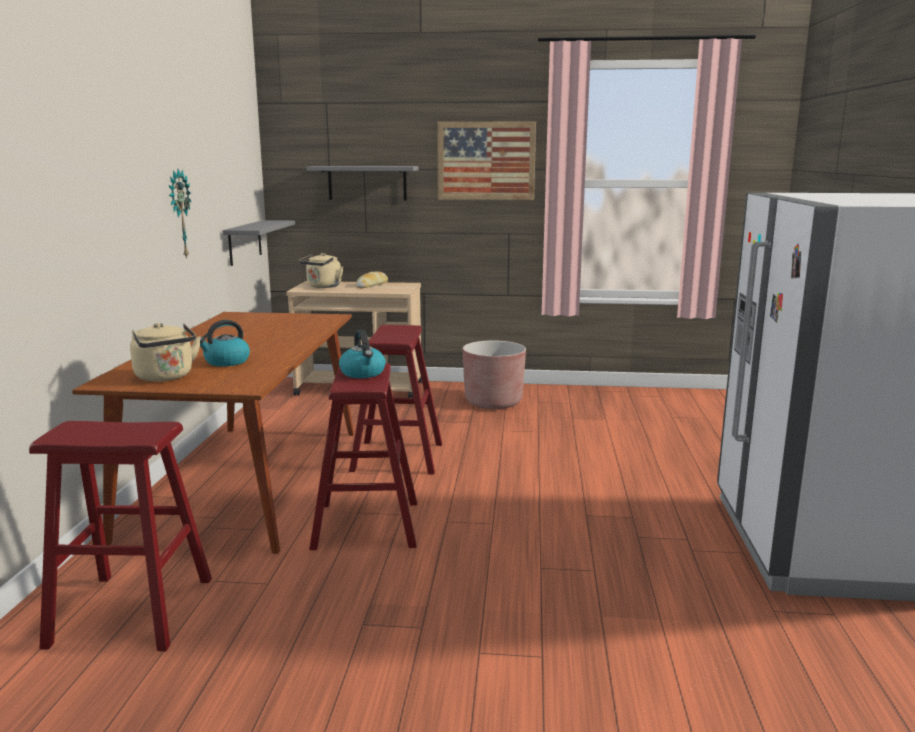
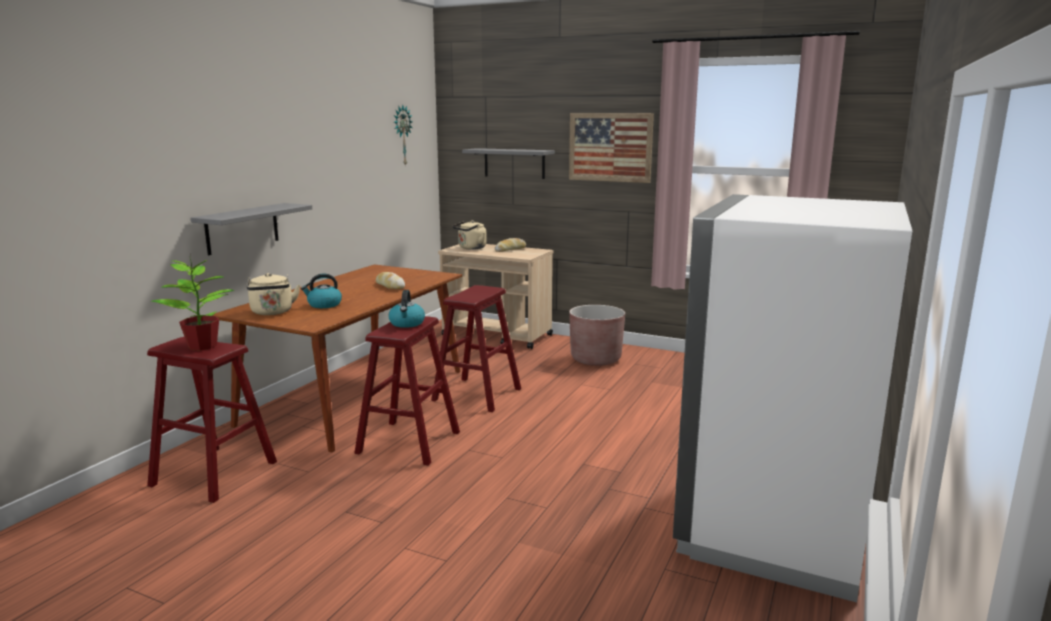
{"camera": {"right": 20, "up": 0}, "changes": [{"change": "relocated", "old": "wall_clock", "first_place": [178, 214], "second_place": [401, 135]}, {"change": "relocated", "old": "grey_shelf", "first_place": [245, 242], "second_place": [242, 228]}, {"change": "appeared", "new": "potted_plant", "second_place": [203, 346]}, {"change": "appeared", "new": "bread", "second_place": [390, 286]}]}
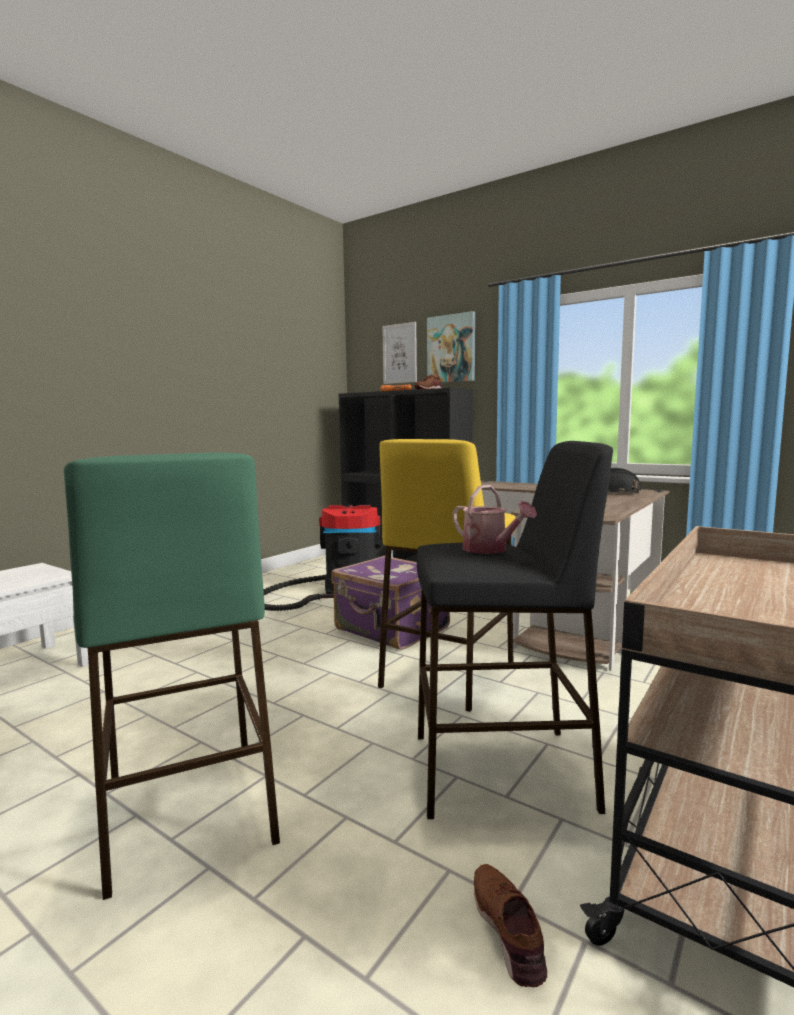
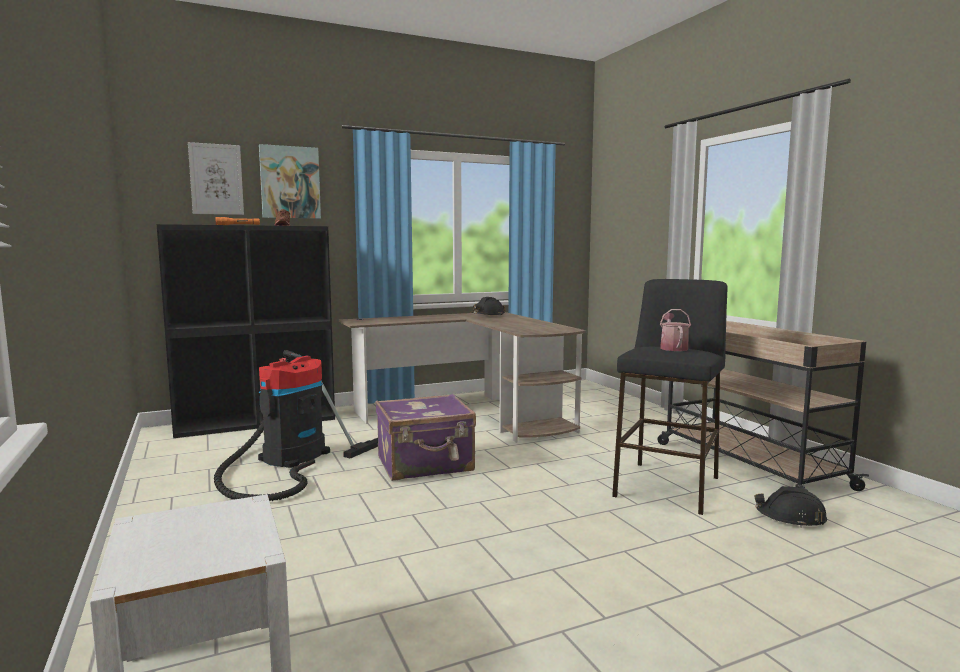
{"camera": {"right": -60, "up": 0}, "changes": [{"change": "missing", "old": "green_stool", "first_place": [188, 809]}, {"change": "missing", "old": "yellow_stool", "first_place": [447, 675]}, {"change": "spun", "old": "watering_can", "first_place": [490, 550], "second_place": [673, 348], "degrees": -75}, {"change": "exchanged", "old": "brown_shoe", "new": "black_hard_hat", "first_place": [509, 929], "second_place": [790, 518]}]}
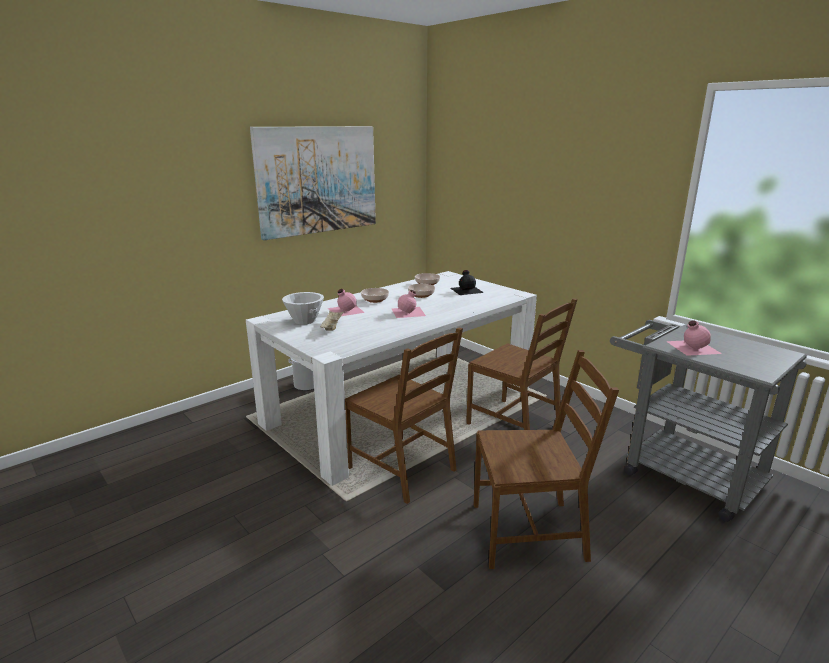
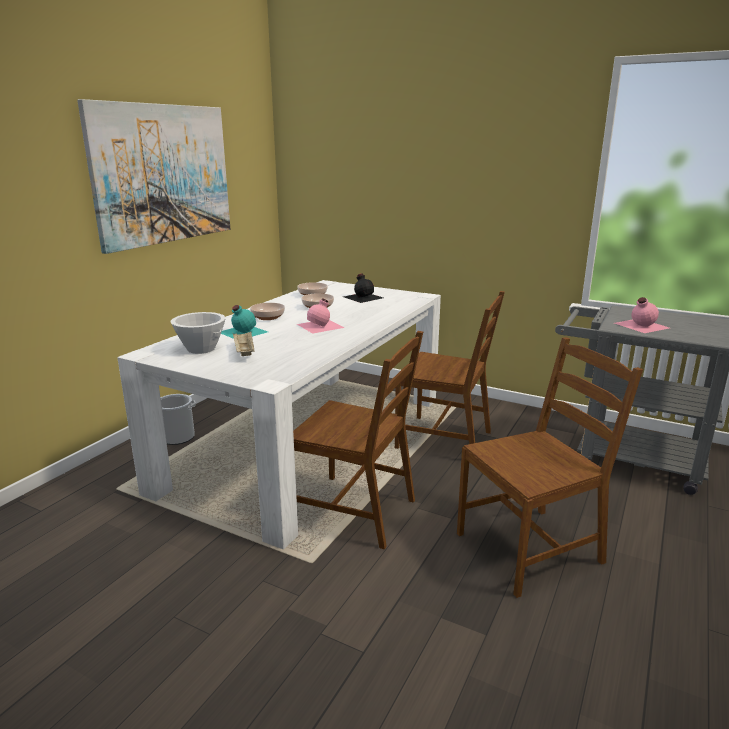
{"camera": {"right": -20, "up": 0}, "changes": [{"change": "colour", "old": "pink_bottle", "new": "turquoise_bottle", "first_place": [345, 310], "second_place": [242, 332]}]}
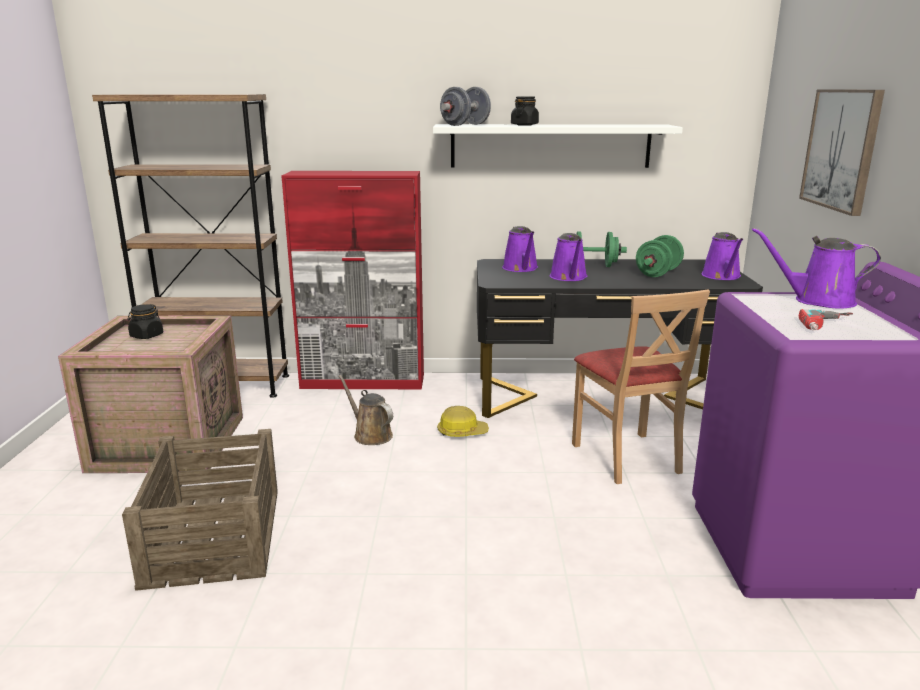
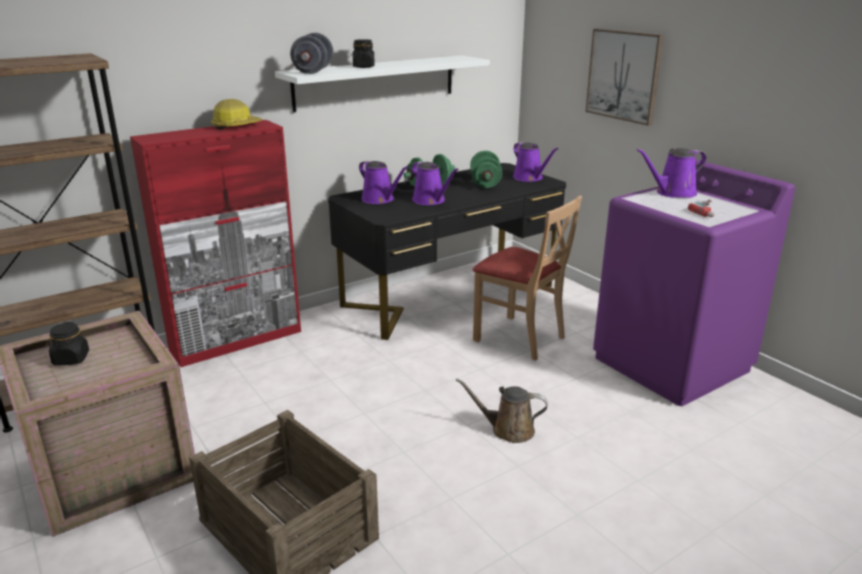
{"camera": {"right": -35, "up": 5}, "changes": [{"change": "relocated", "old": "brown_watering_can", "first_place": [370, 435], "second_place": [508, 430]}, {"change": "relocated", "old": "hard_hat", "first_place": [462, 432], "second_place": [236, 126]}]}
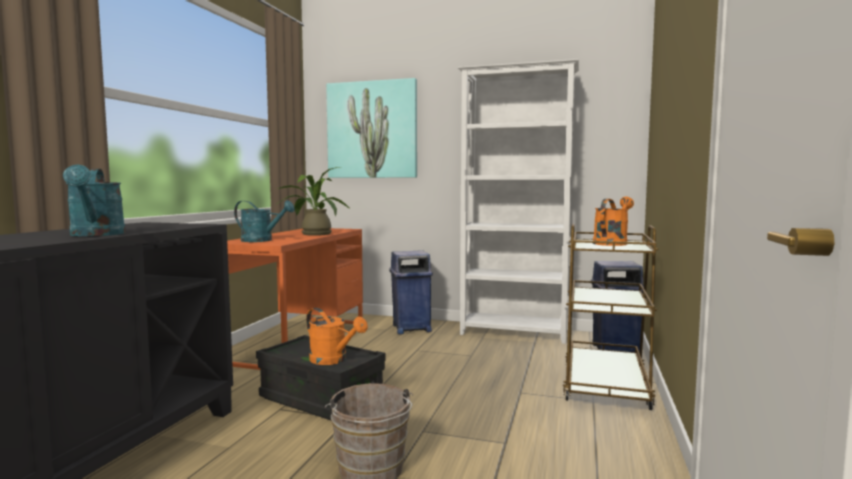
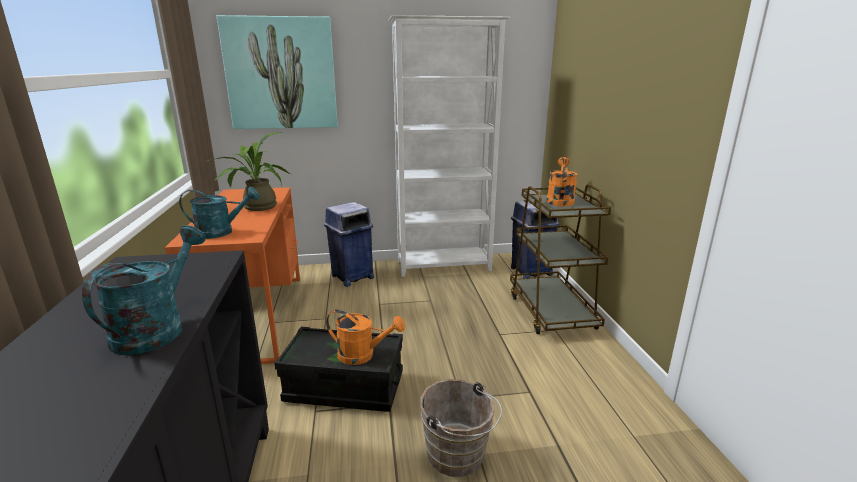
{"camera": {"right": -25, "up": 15}, "changes": [{"change": "spun", "old": "turquoise_watering_can", "first_place": [96, 235], "second_place": [157, 328], "degrees": -120}]}
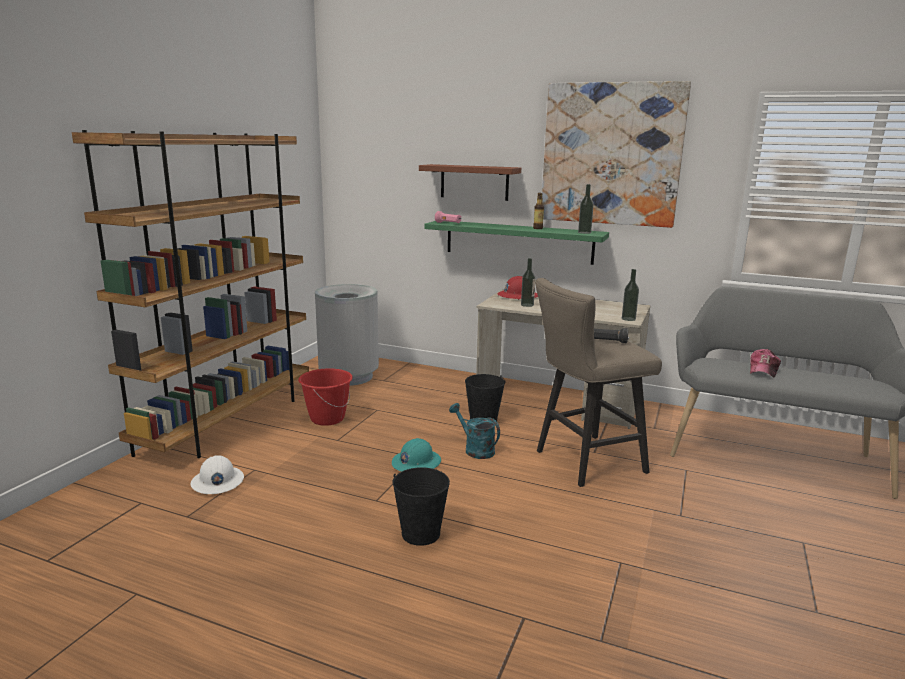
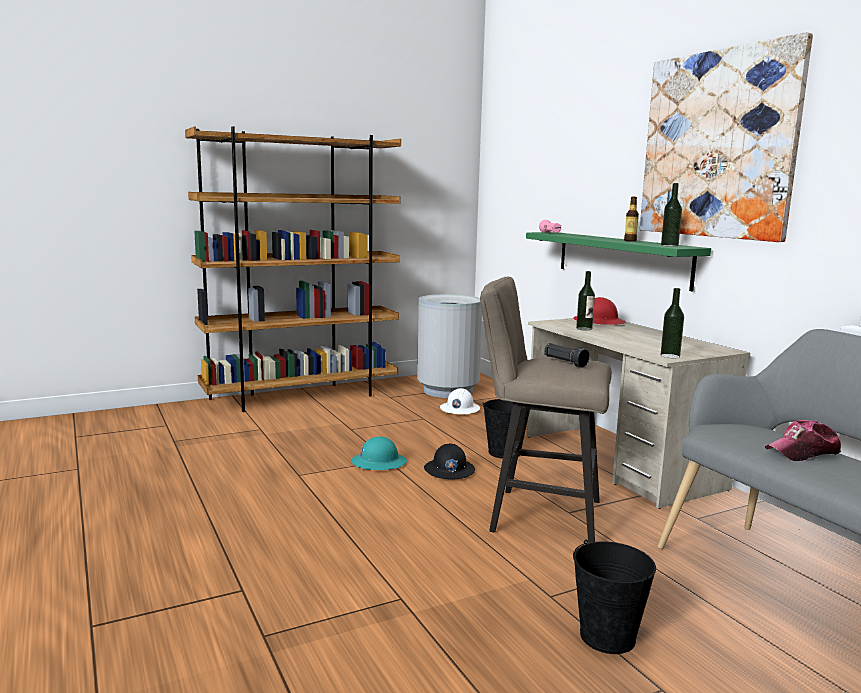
{"camera": {"right": 40, "up": -5}, "changes": [{"change": "relocated", "old": "white_hard_hat", "first_place": [217, 482], "second_place": [459, 409]}, {"change": "missing", "old": "red_bucket", "first_place": [327, 418]}, {"change": "relocated", "old": "black_bucket", "first_place": [420, 533], "second_place": [607, 636]}, {"change": "missing", "old": "brown_shelf", "first_place": [474, 182]}, {"change": "exchanged", "old": "turquoise_watering_can", "new": "black_hard_hat", "first_place": [475, 449], "second_place": [449, 470]}]}
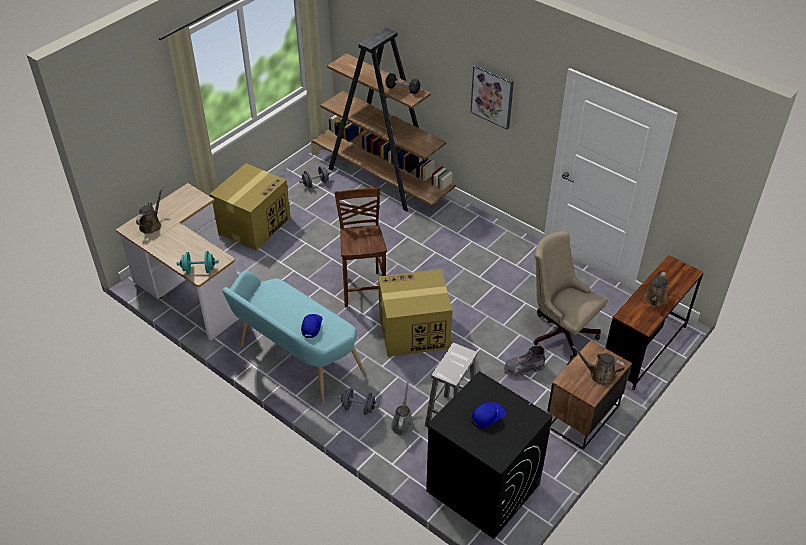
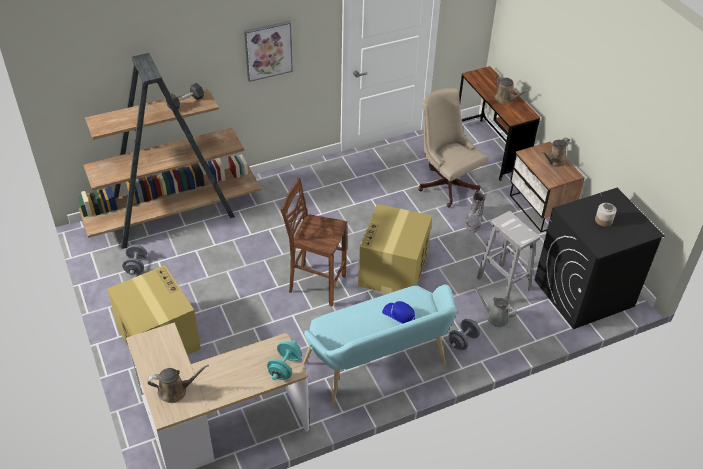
{"camera": {"right": -65, "up": 0}, "changes": [{"change": "spun", "old": "brown_watering_can", "first_place": [151, 224], "second_place": [175, 391], "degrees": 120}, {"change": "exchanged", "old": "blue_cap", "new": "jar", "first_place": [487, 416], "second_place": [603, 220]}, {"change": "spun", "old": "beige_office_chair", "first_place": [560, 330], "second_place": [446, 183], "degrees": 75}]}
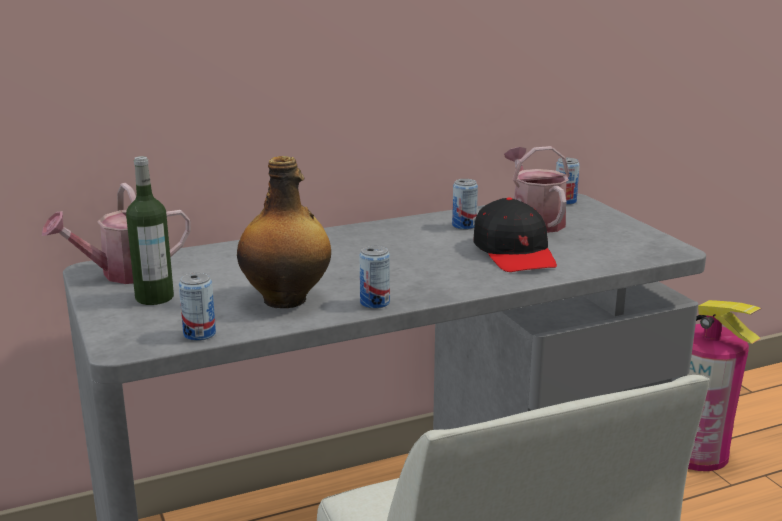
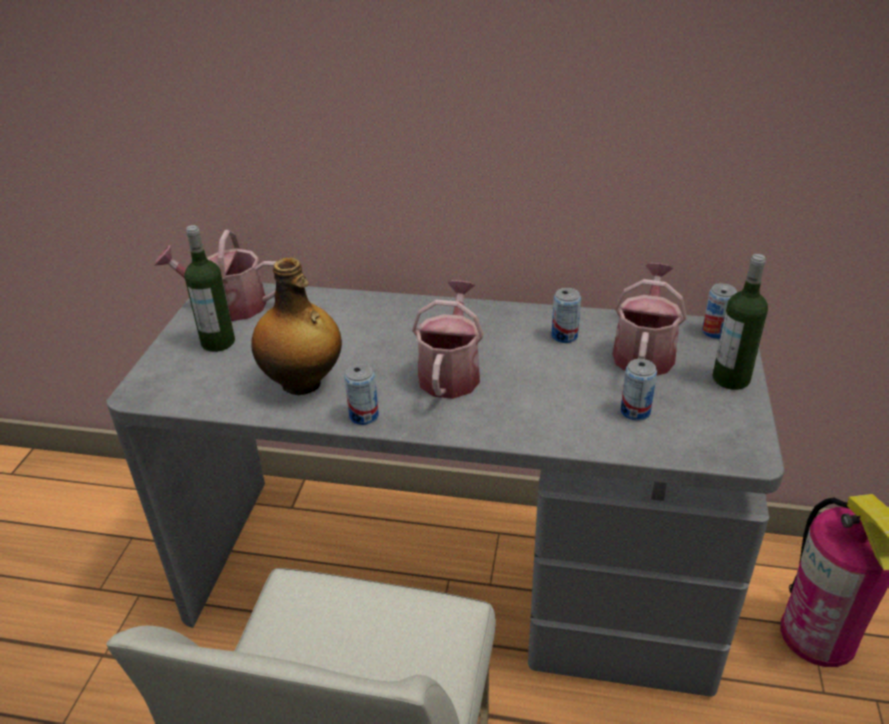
{"camera": {"right": 35, "up": 15}, "changes": [{"change": "relocated", "old": "can", "first_place": [199, 334], "second_place": [635, 411]}, {"change": "missing", "old": "black_cap", "first_place": [514, 253]}, {"change": "appeared", "new": "watering_can", "second_place": [450, 372]}, {"change": "appeared", "new": "bottle", "second_place": [731, 379]}]}
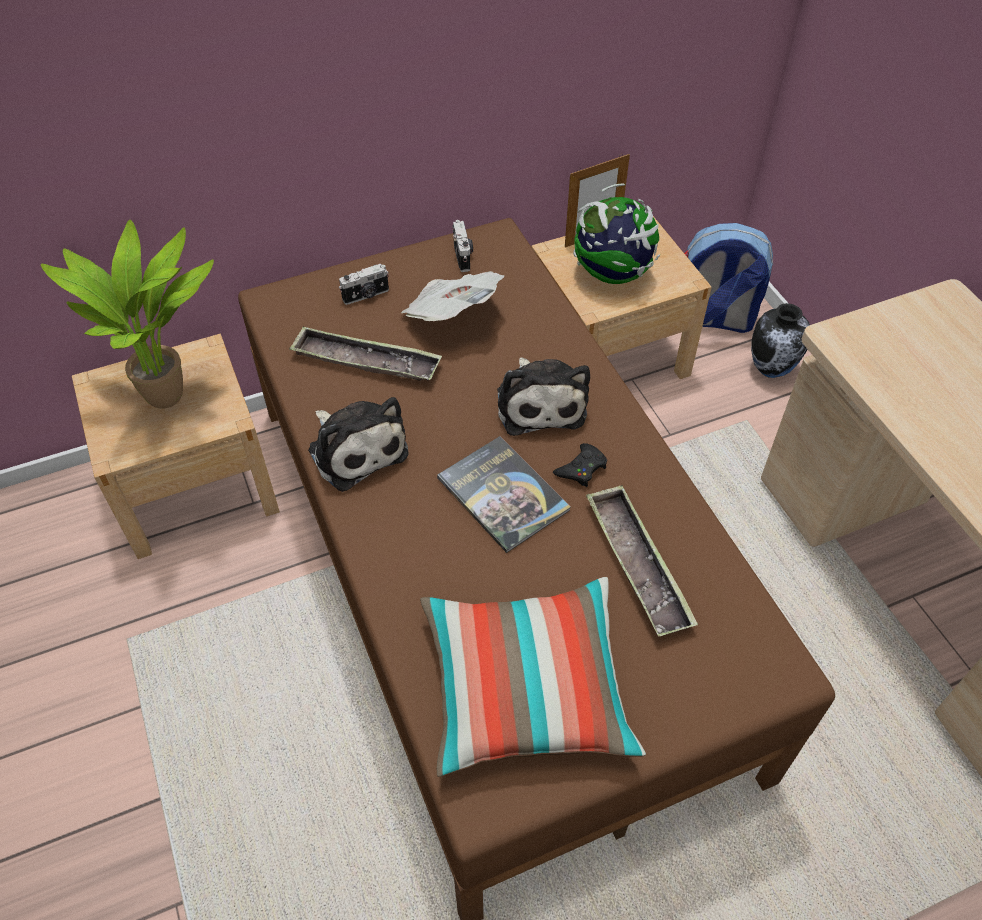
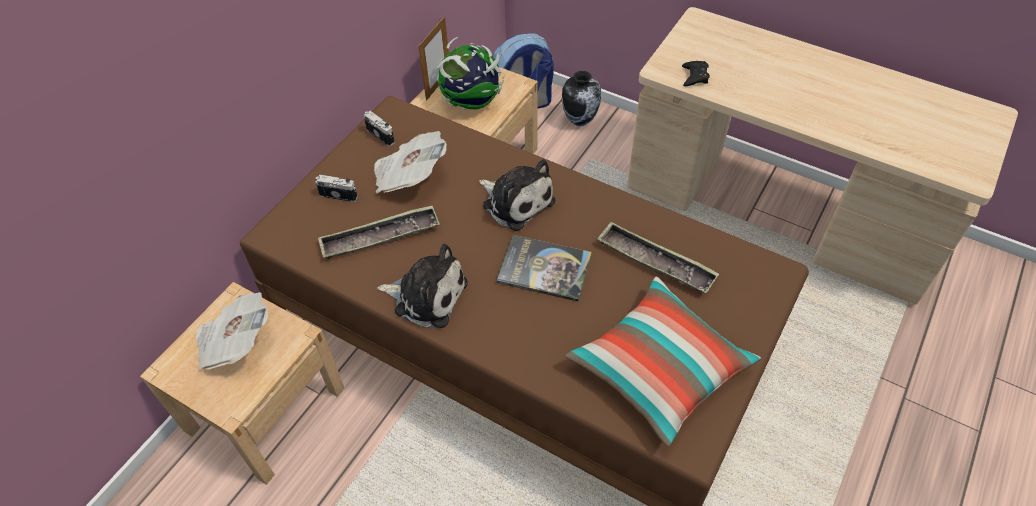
{"camera": {"right": -35, "up": 0}, "changes": [{"change": "exchanged", "old": "potted_plant", "new": "newspaper", "first_place": [171, 393], "second_place": [235, 343]}, {"change": "spun", "old": "photo_camera", "first_place": [366, 295], "second_place": [339, 195], "degrees": -105}, {"change": "relocated", "old": "black_game_controller", "first_place": [581, 468], "second_place": [695, 76]}]}
